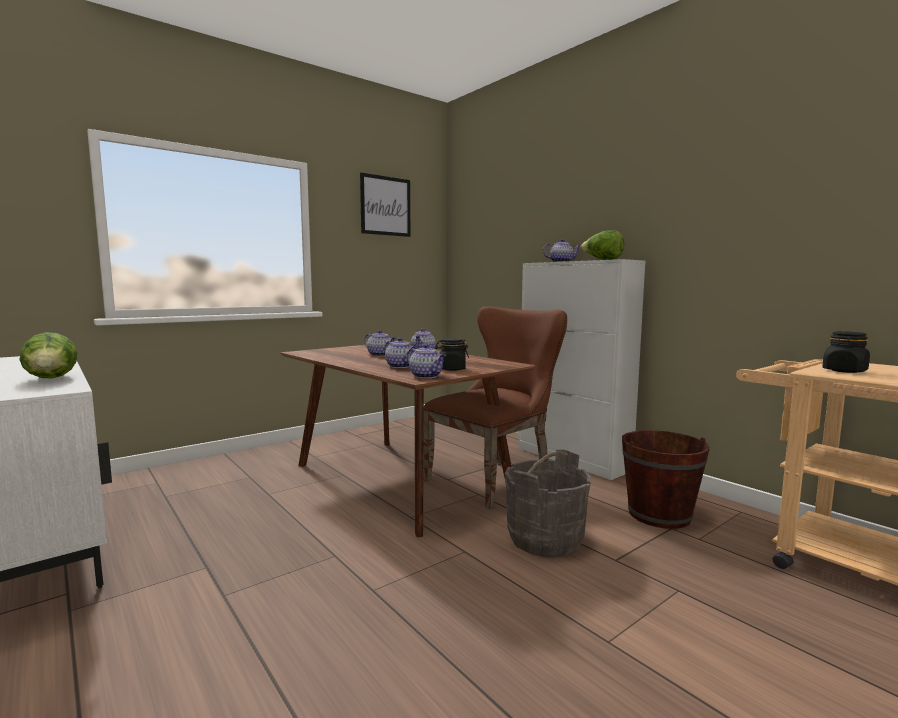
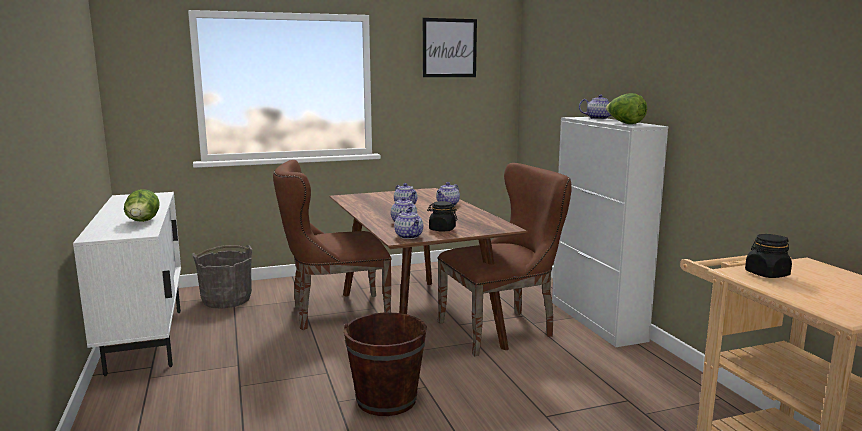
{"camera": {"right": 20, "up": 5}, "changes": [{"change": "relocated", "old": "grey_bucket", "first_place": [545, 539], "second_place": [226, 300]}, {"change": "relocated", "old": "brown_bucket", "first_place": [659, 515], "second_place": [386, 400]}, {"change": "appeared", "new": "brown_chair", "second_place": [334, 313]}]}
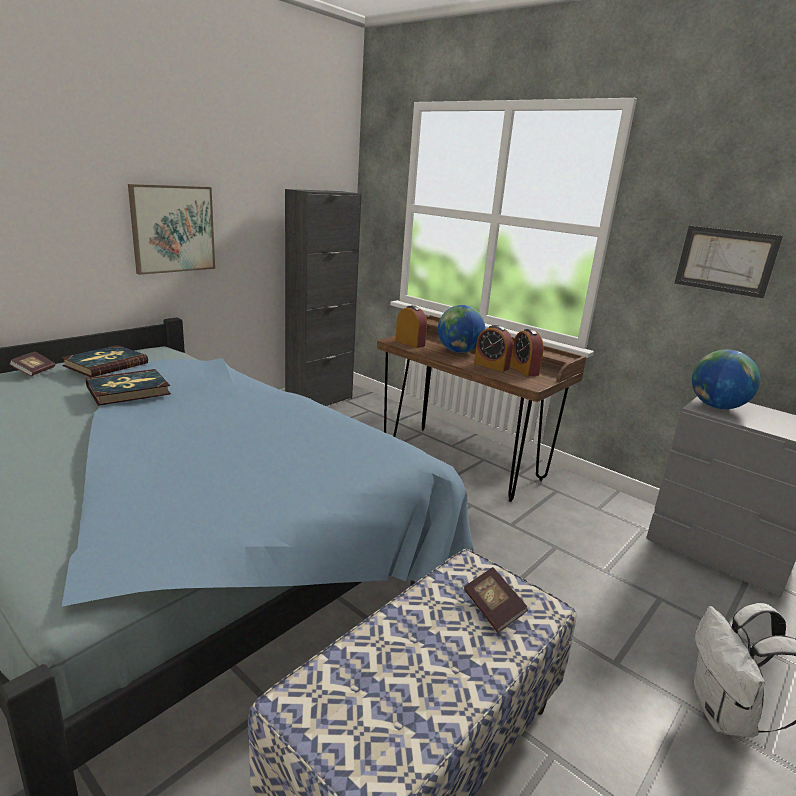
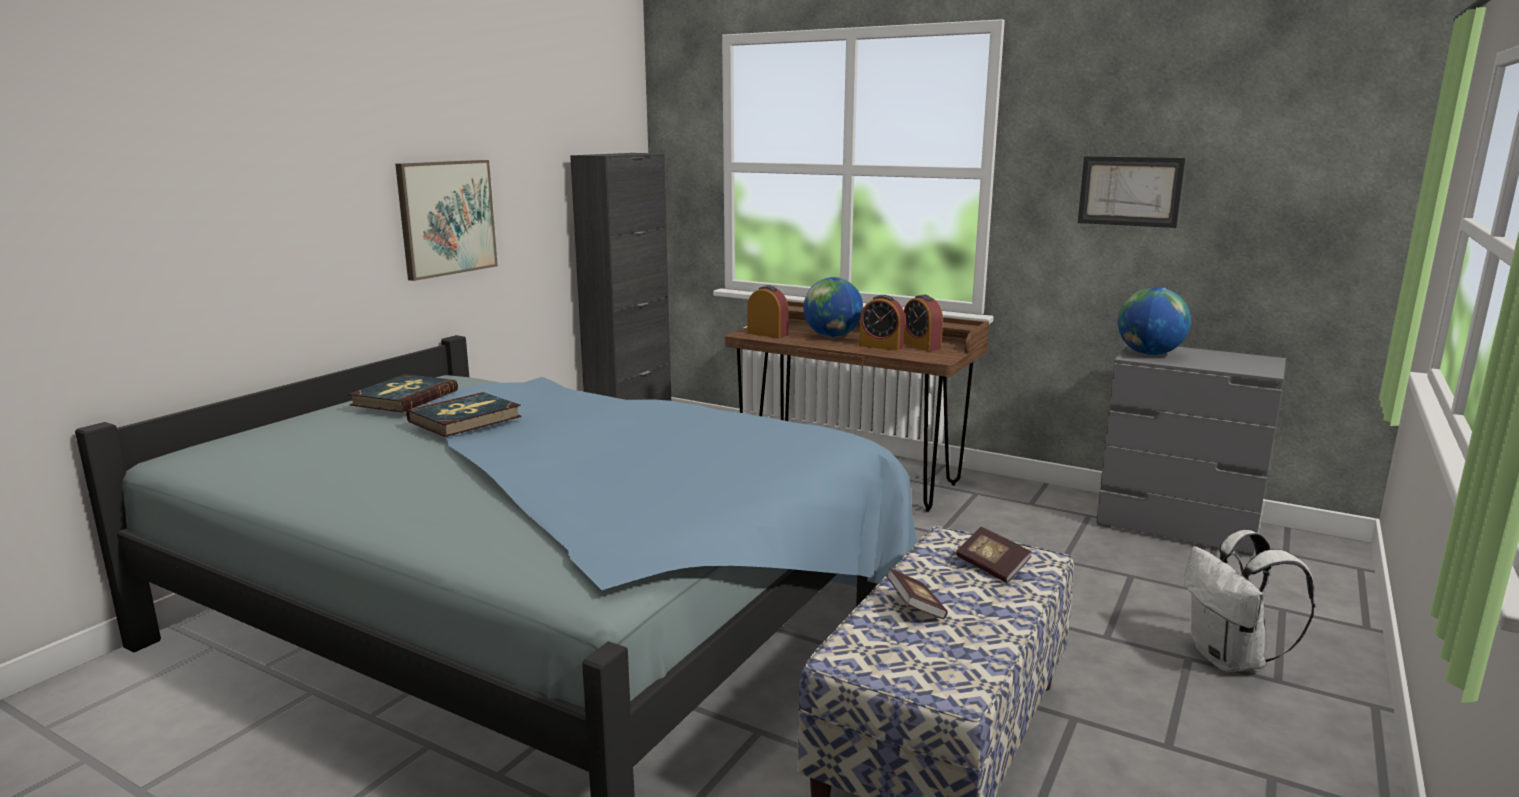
{"camera": {"right": -10, "up": -5}, "changes": [{"change": "relocated", "old": "book", "first_place": [34, 372], "second_place": [915, 607]}]}
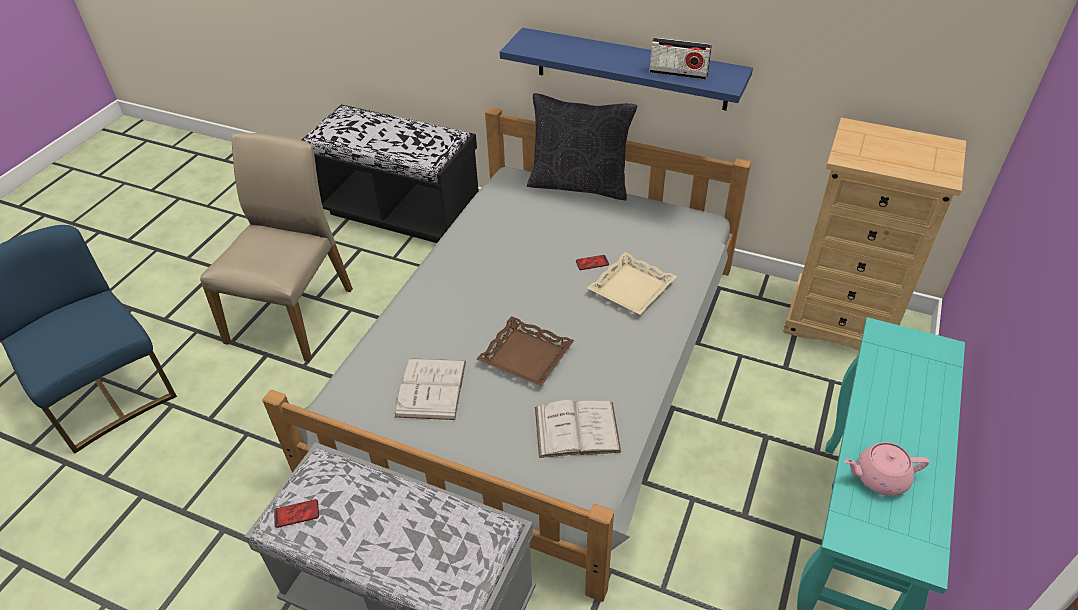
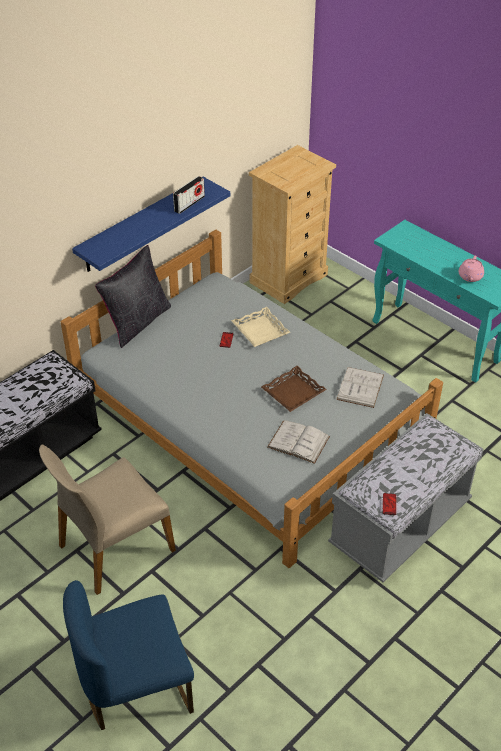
{"camera": {"right": -70, "up": 0}, "changes": [{"change": "spun", "old": "beige_chair", "first_place": [292, 314], "second_place": [114, 547], "degrees": -75}]}
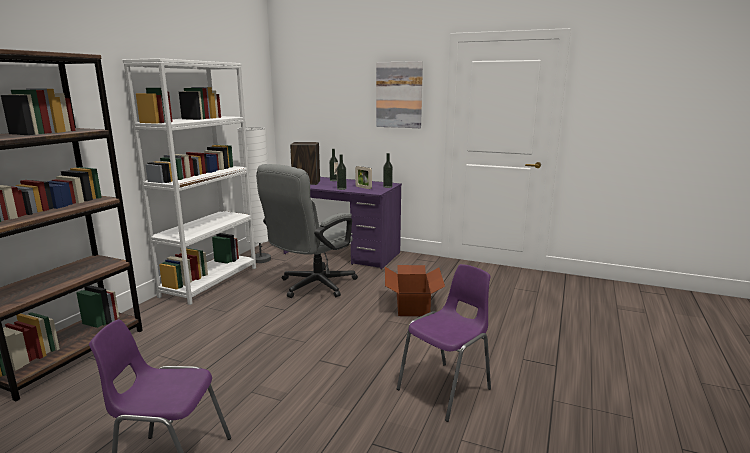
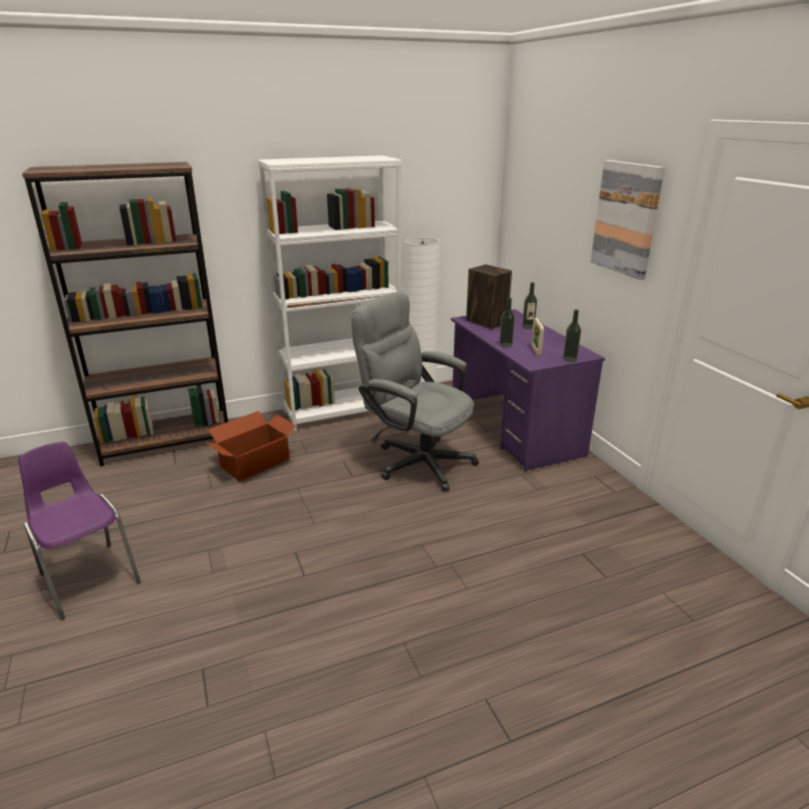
{"camera": {"right": 45, "up": 10}, "changes": [{"change": "spun", "old": "grey_office_chair", "first_place": [312, 286], "second_place": [416, 460], "degrees": 45}, {"change": "relocated", "old": "cardboard_box", "first_place": [413, 304], "second_place": [256, 463]}, {"change": "missing", "old": "purple_chair", "first_place": [446, 389]}]}
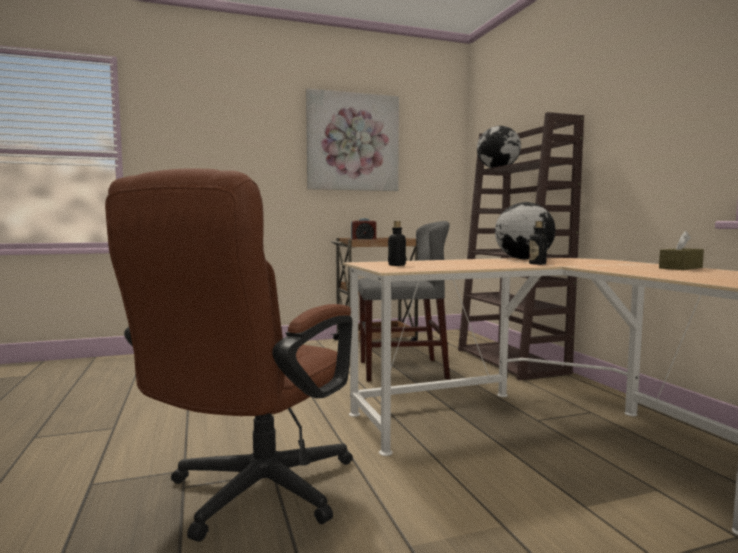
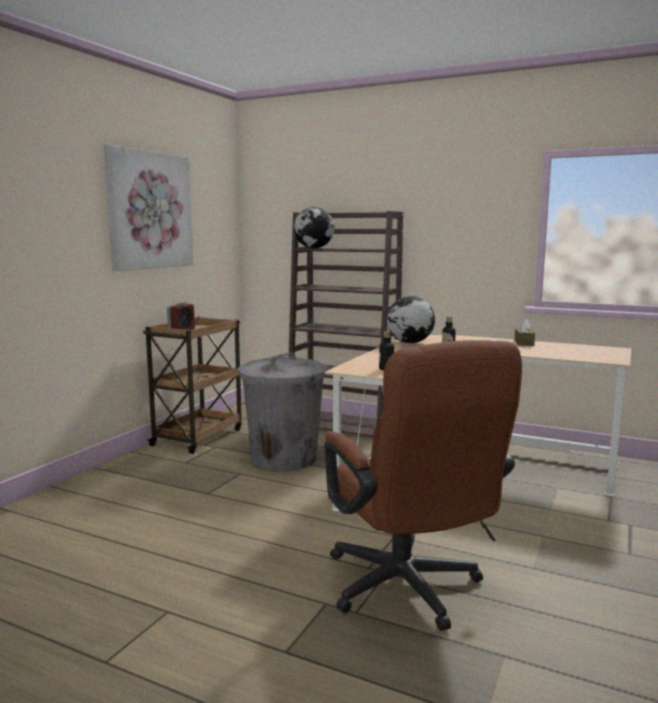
{"camera": {"right": -45, "up": 5}, "changes": [{"change": "exchanged", "old": "grey_chair", "new": "grey_trash_can", "first_place": [402, 370], "second_place": [284, 458]}]}
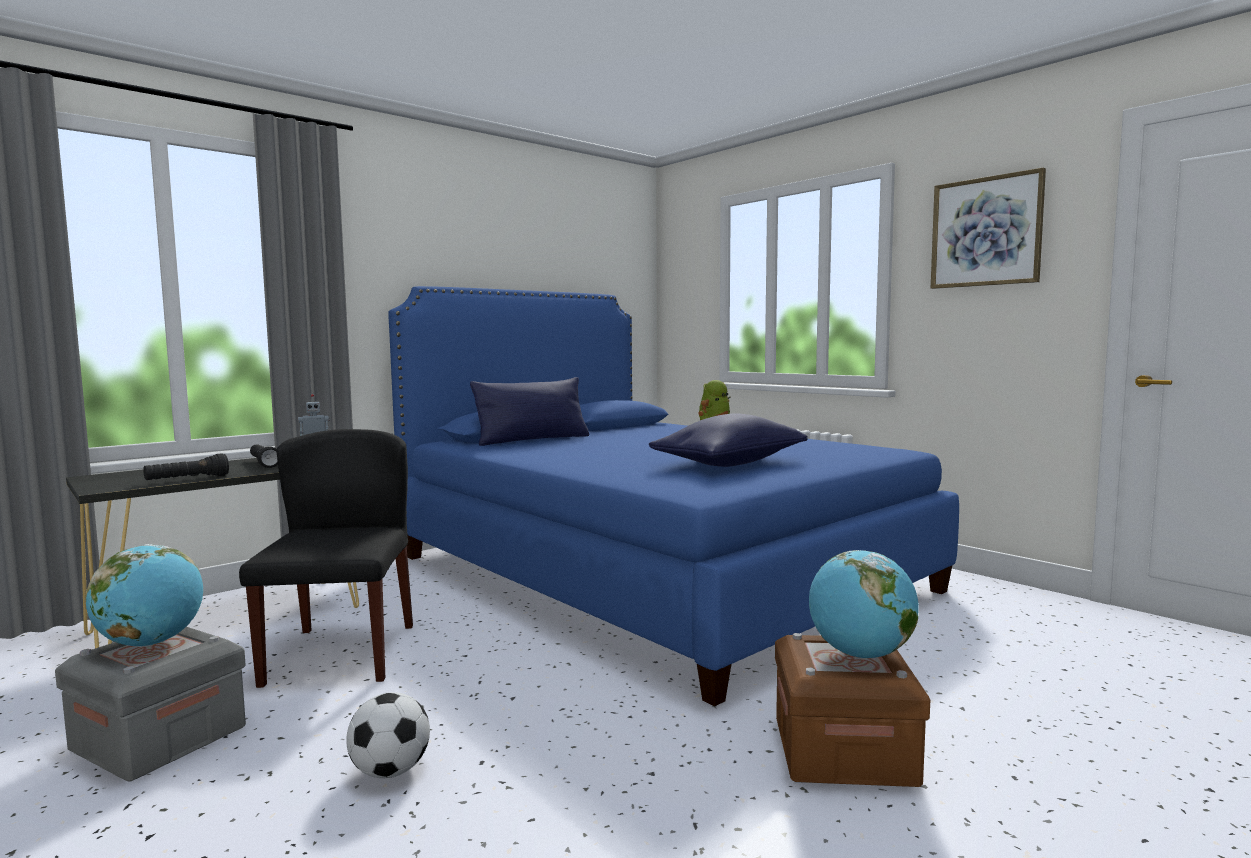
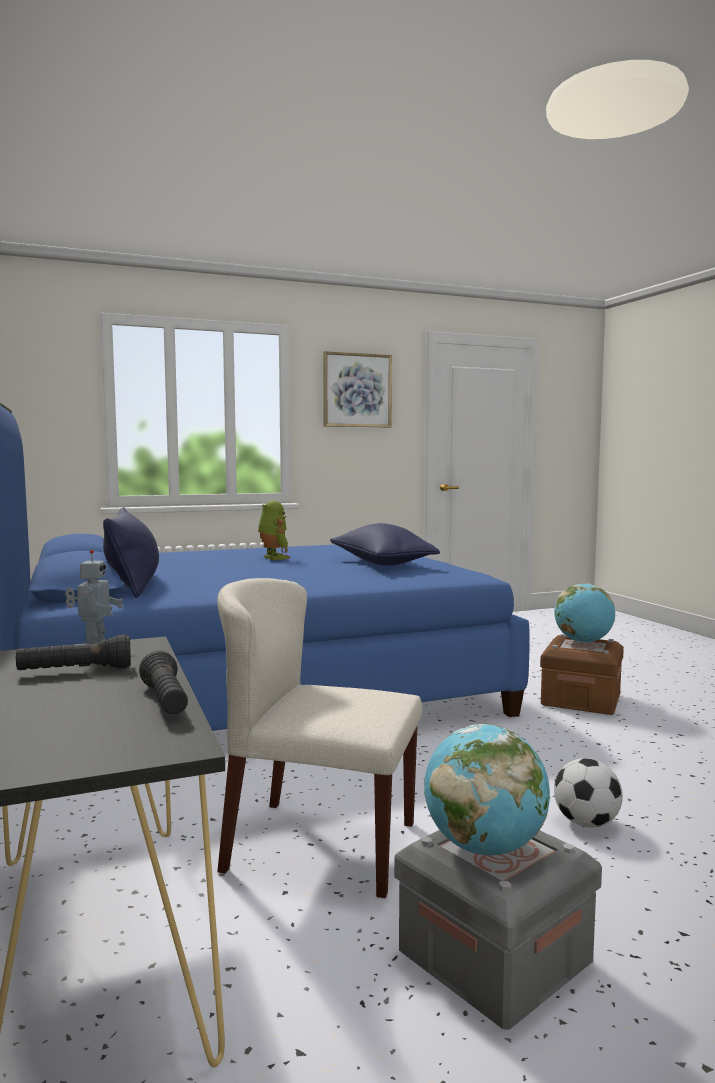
{"camera": {"right": -70, "up": 0}, "changes": [{"change": "colour", "old": "black_chair", "new": "beige_chair", "first_place": [341, 653], "second_place": [319, 846]}]}
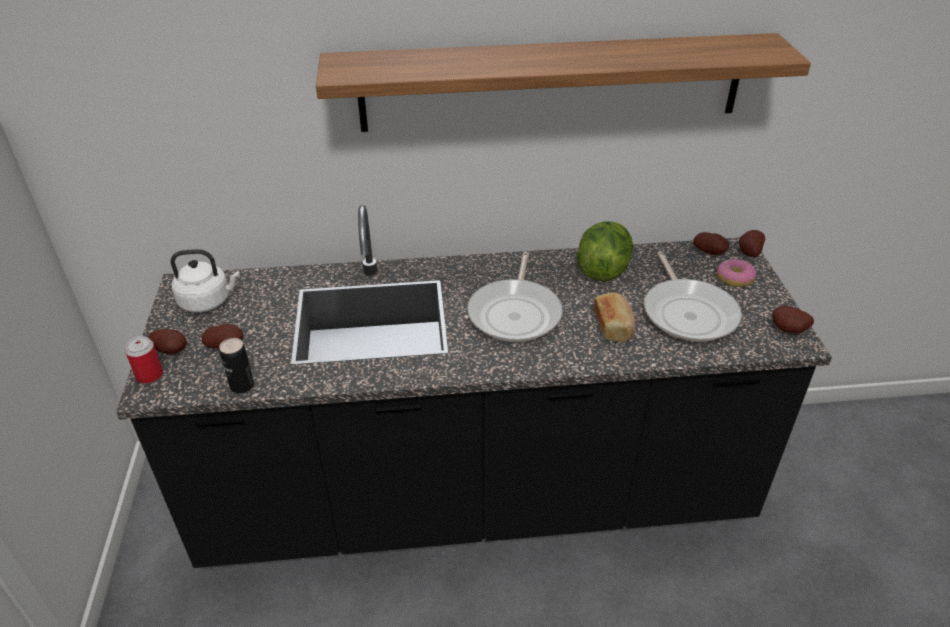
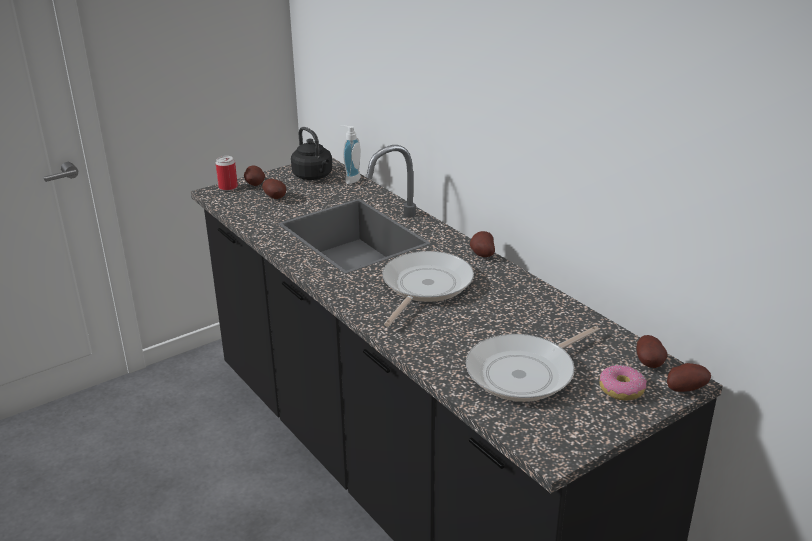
{"camera": {"right": 60, "up": -10}, "changes": [{"change": "colour", "old": "white_kettle", "new": "black_kettle", "first_place": [208, 301], "second_place": [314, 176]}, {"change": "missing", "old": "can", "first_place": [242, 386]}, {"change": "missing", "old": "shelf", "first_place": [551, 83]}, {"change": "spun", "old": "frying_pan", "first_place": [516, 313], "second_place": [424, 286], "degrees": 135}, {"change": "missing", "old": "lettuce", "first_place": [603, 269]}, {"change": "missing", "old": "bread", "first_place": [614, 326]}, {"change": "relocated", "old": "potato", "first_place": [788, 331], "second_place": [481, 255]}, {"change": "appeared", "new": "soap_dispenser", "second_place": [350, 179]}]}
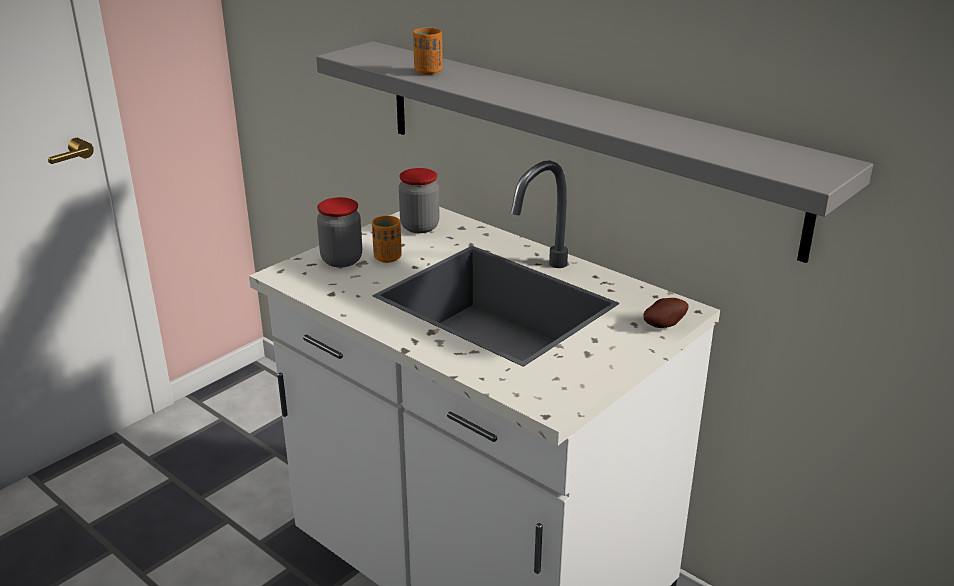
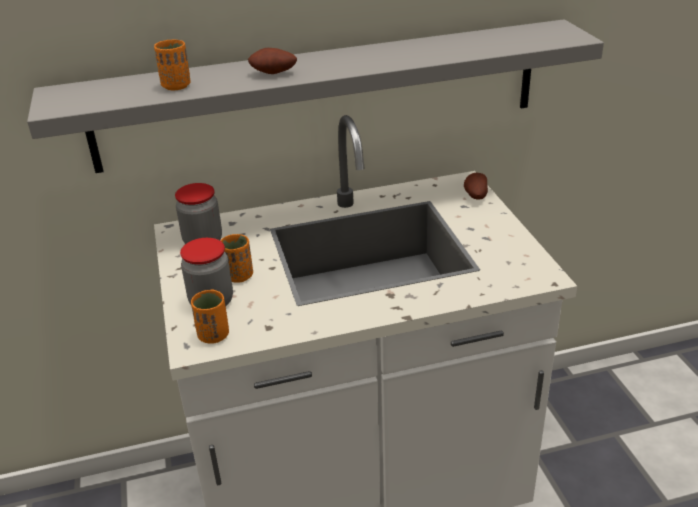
{"camera": {"right": -55, "up": 5}, "changes": [{"change": "appeared", "new": "orange_cup", "second_place": [213, 336]}, {"change": "appeared", "new": "potato", "second_place": [273, 74]}]}
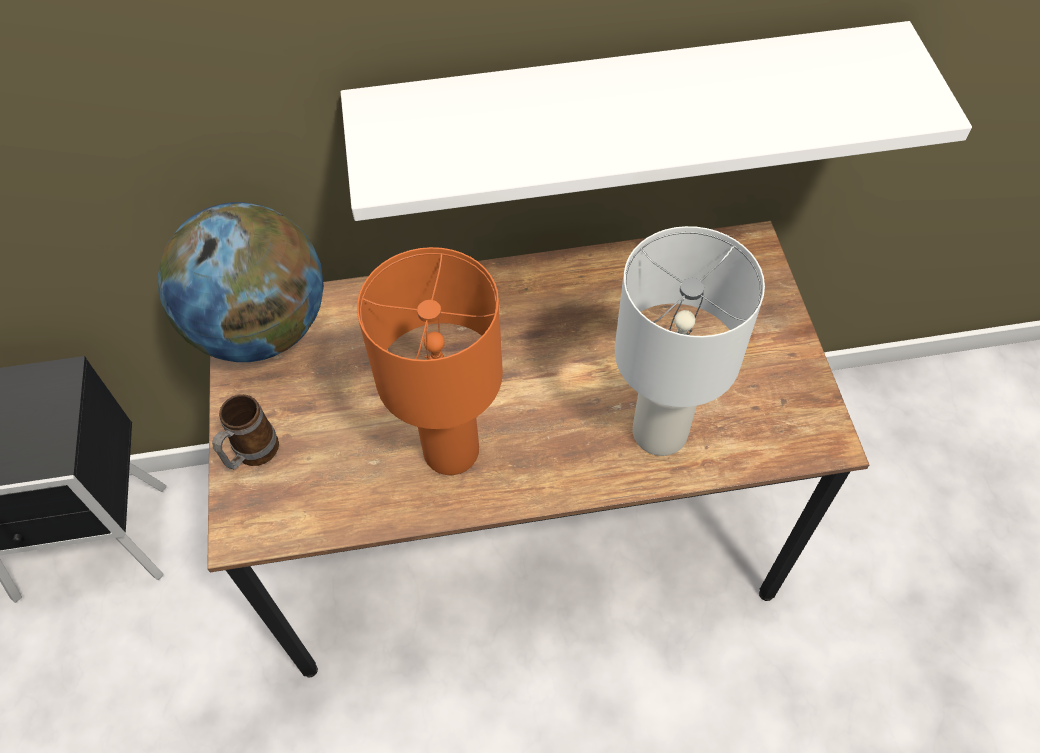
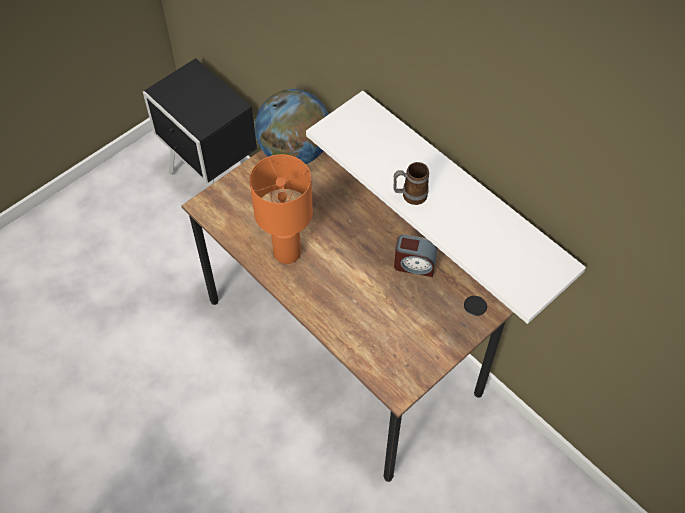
{"camera": {"right": 55, "up": 0}, "changes": [{"change": "relocated", "old": "mug", "first_place": [252, 455], "second_place": [409, 196]}, {"change": "missing", "old": "white_table_lamp", "first_place": [660, 433]}, {"change": "appeared", "new": "alarm_clock", "second_place": [414, 264]}]}
